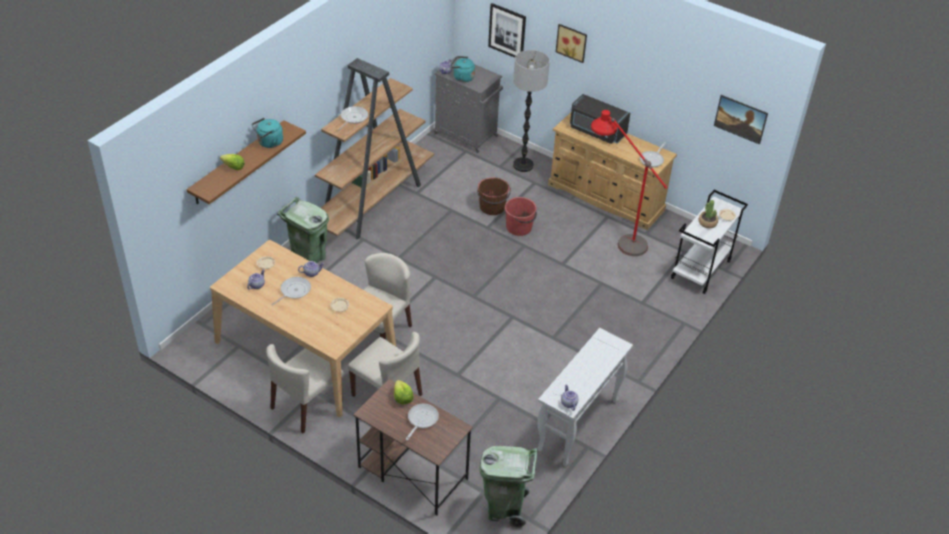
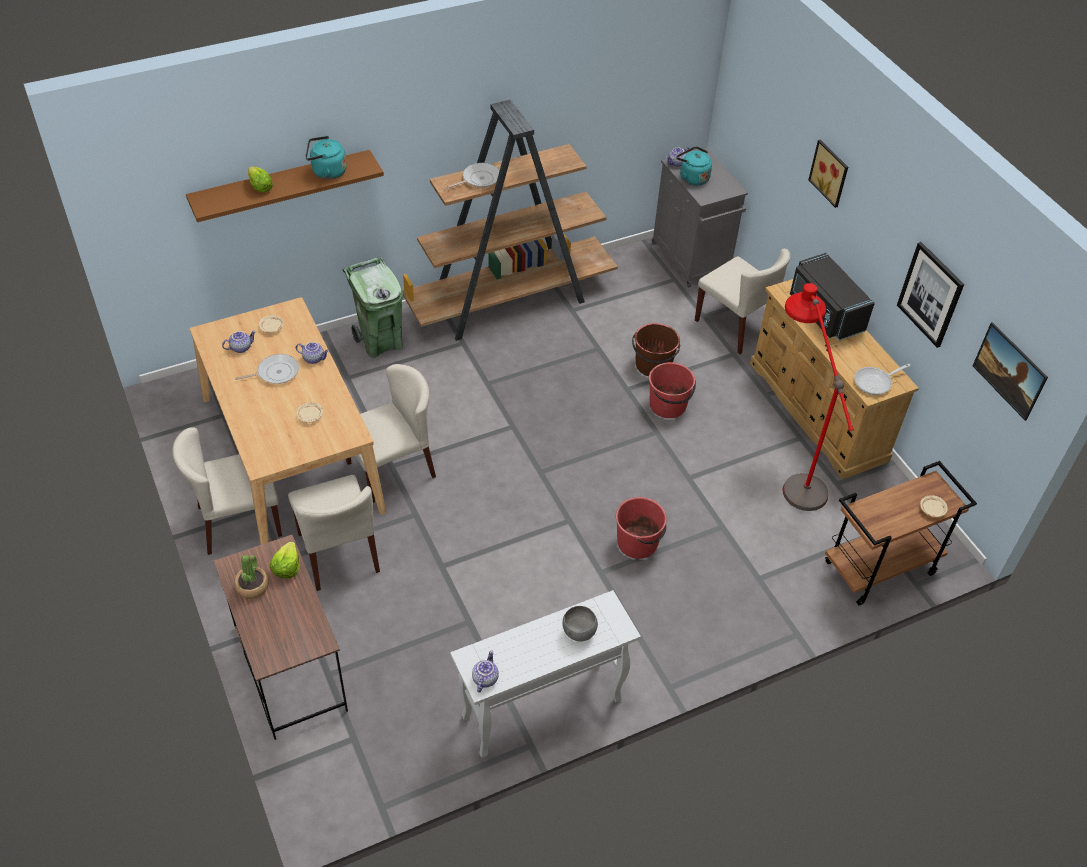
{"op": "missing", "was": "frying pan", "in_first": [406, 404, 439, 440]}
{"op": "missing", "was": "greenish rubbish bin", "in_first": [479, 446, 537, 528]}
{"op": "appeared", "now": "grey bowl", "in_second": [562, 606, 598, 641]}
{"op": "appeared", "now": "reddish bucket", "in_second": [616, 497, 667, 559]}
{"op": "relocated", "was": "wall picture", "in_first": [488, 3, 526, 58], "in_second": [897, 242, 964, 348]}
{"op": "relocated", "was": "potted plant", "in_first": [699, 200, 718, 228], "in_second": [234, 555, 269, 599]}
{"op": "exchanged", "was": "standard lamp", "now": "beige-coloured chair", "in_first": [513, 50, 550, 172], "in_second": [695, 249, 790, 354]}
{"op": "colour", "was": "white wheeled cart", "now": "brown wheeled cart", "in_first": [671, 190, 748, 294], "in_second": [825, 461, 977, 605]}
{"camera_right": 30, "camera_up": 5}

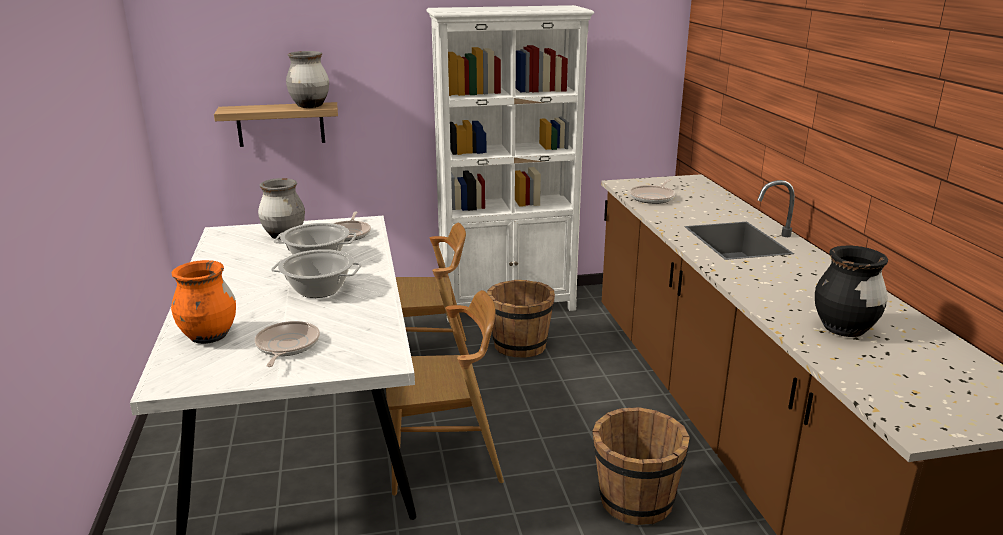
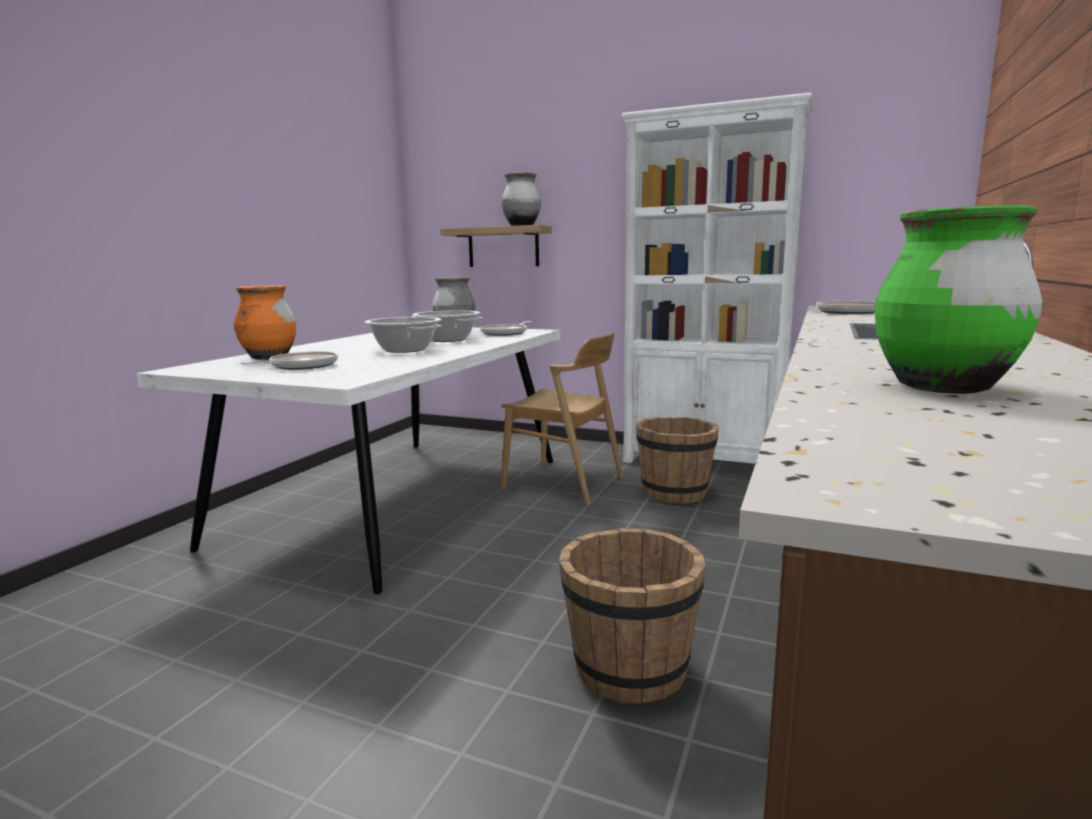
{"op": "missing", "was": "brown chair", "in_first": [386, 290, 504, 496]}
{"op": "colour", "was": "black vase", "now": "greenish vase", "in_first": [815, 246, 888, 337], "in_second": [875, 205, 1042, 394]}
{"camera_right": 35, "camera_up": -10}

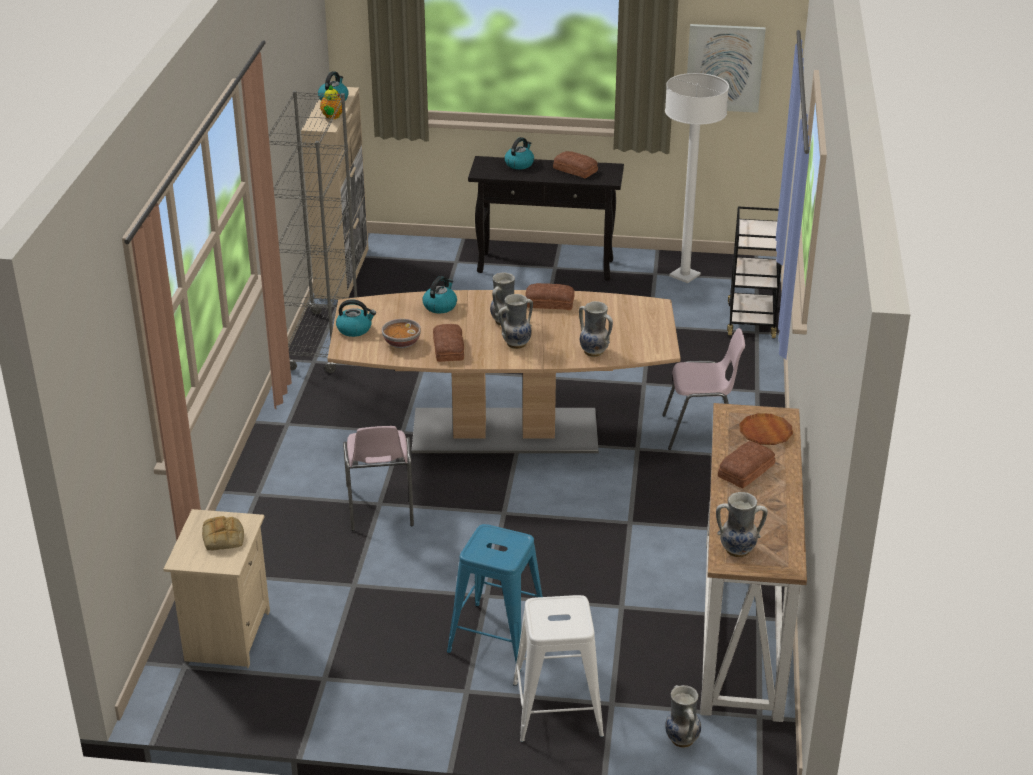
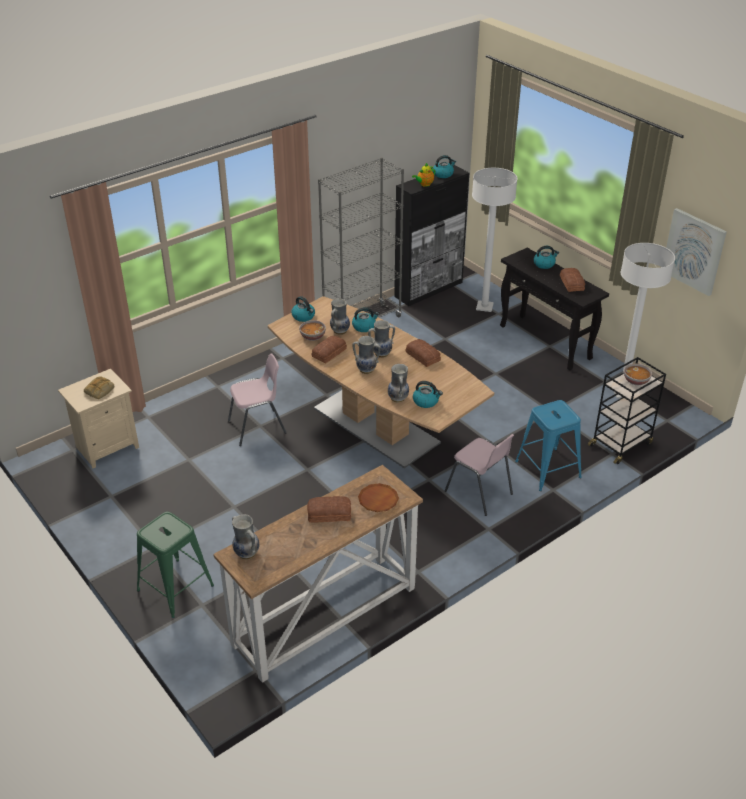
{"op": "appeared", "now": "water kettle", "in_second": [413, 381, 443, 408]}
{"op": "appeared", "now": "white standard lamp", "in_second": [472, 168, 518, 312]}
{"op": "appeared", "now": "bowl", "in_second": [624, 364, 652, 385]}
{"op": "relocated", "was": "bluish stool", "in_first": [447, 524, 543, 672], "in_second": [515, 400, 582, 491]}
{"op": "relocated", "was": "vase", "in_first": [665, 685, 701, 748], "in_second": [330, 298, 350, 335]}
{"op": "colour", "was": "beige-coloured storage cabinet", "now": "black storage cabinet", "in_first": [301, 87, 368, 299], "in_second": [394, 165, 469, 306]}
{"op": "colour", "was": "white stool", "now": "greenish stool", "in_first": [513, 595, 604, 742], "in_second": [137, 512, 214, 618]}
{"op": "spun", "was": "pinkish chair", "in_first": [343, 426, 414, 531], "in_second": [228, 353, 287, 446], "clockwise": -150}
{"camera_right": 45, "camera_up": 5}

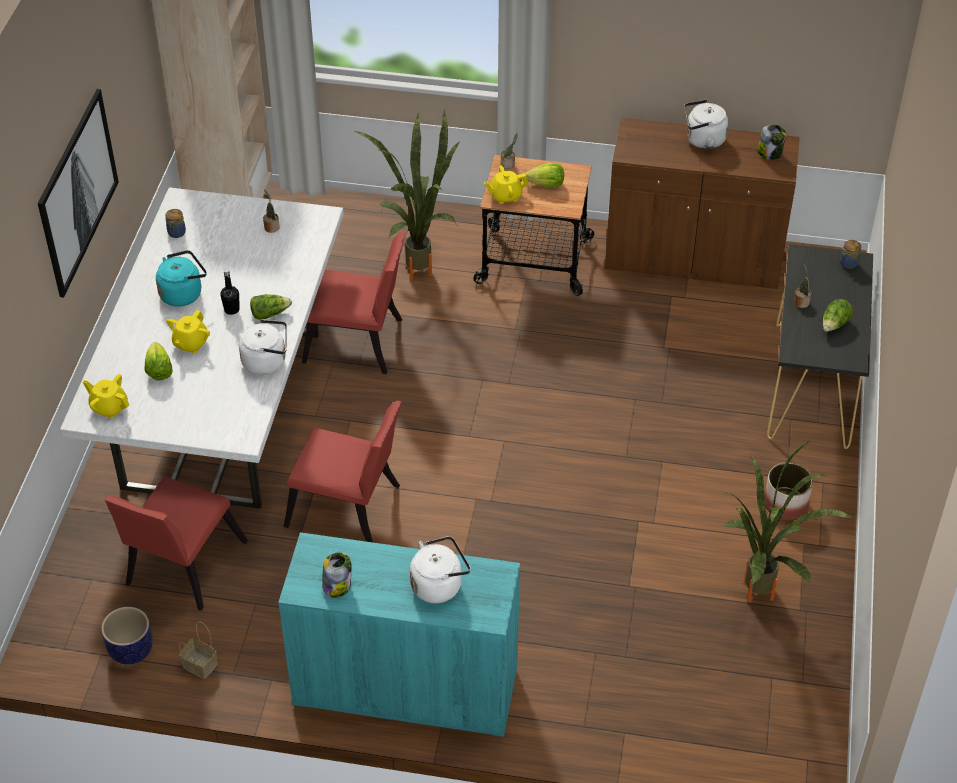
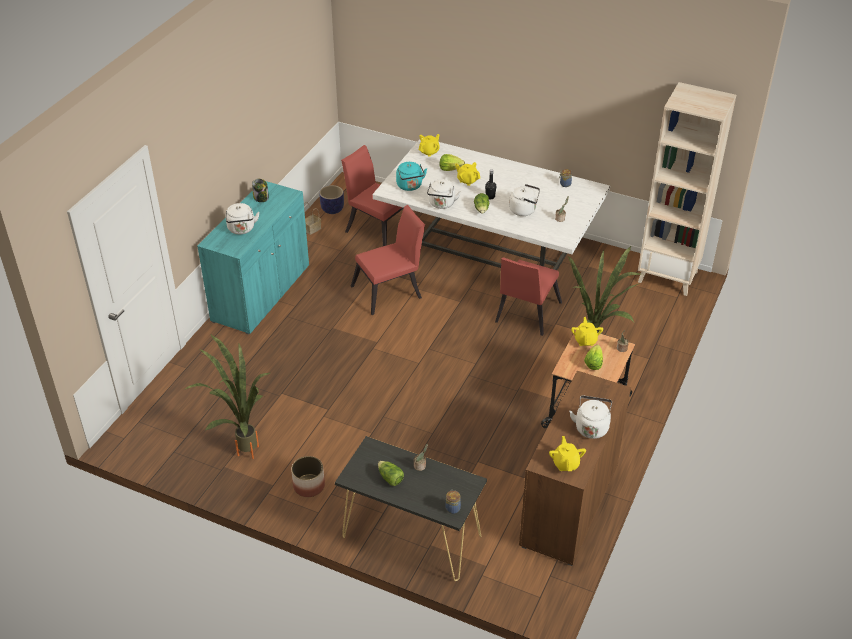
{"op": "missing", "was": "wall picture", "in_first": [38, 89, 119, 298]}
{"op": "appeared", "now": "white water kettle", "in_second": [509, 184, 540, 216]}
{"op": "relocated", "was": "blue-green water kettle", "in_first": [156, 250, 207, 307], "in_second": [396, 162, 427, 191]}
{"op": "exchanged", "was": "jar", "now": "yellow-coloured teapot", "in_first": [757, 124, 786, 160], "in_second": [549, 436, 586, 471]}
{"op": "spun", "was": "reddish chair", "in_first": [284, 401, 402, 542], "in_second": [350, 205, 425, 315], "clockwise": -150}
{"camera_right": 105, "camera_up": -5}

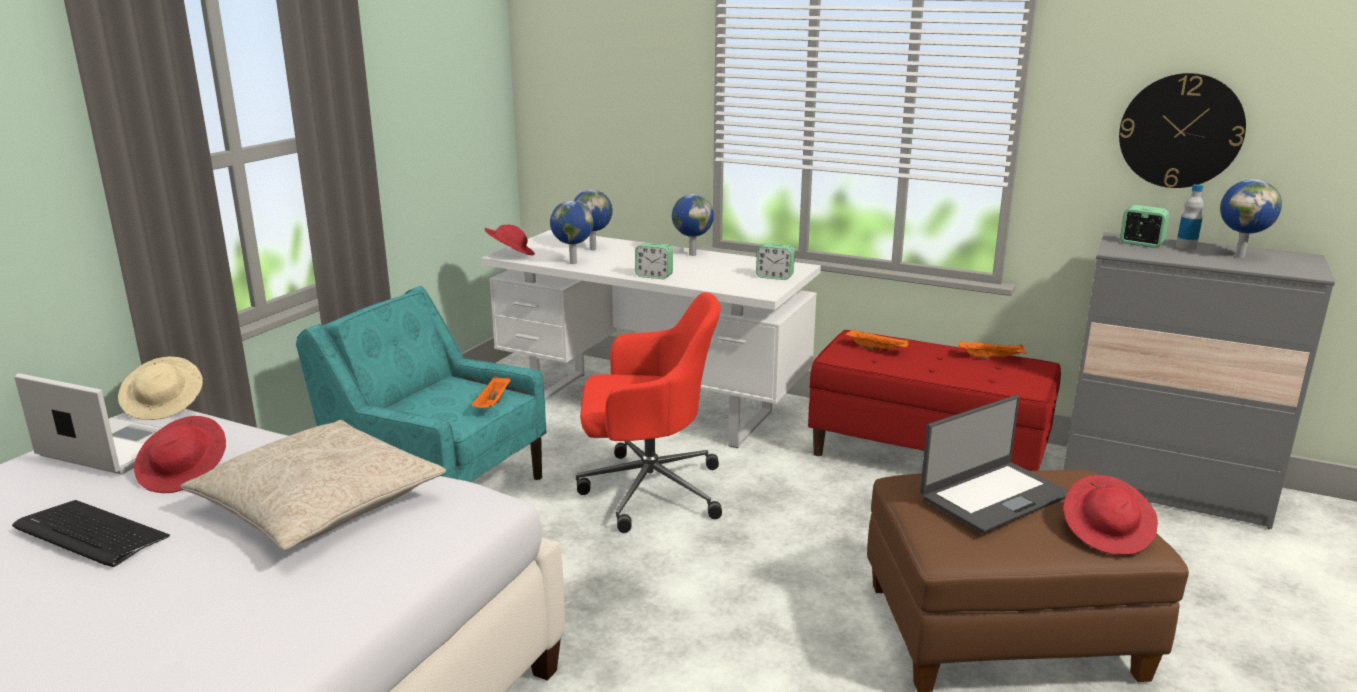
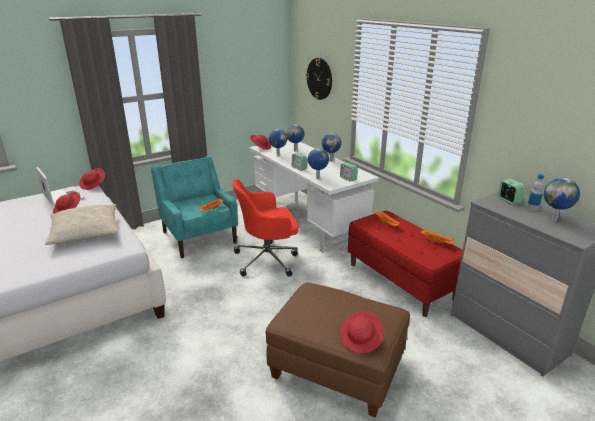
{"op": "missing", "was": "keyboard", "in_first": [12, 500, 170, 567]}
{"op": "missing", "was": "portable computer", "in_first": [920, 395, 1069, 533]}
{"op": "appeared", "now": "world globe", "in_second": [308, 148, 329, 179]}
{"op": "relocated", "was": "wall clock", "in_first": [1119, 73, 1246, 188], "in_second": [306, 58, 332, 100]}
{"op": "colour", "was": "beige-coloured hat", "now": "reddish hat", "in_first": [118, 356, 203, 420], "in_second": [79, 168, 105, 190]}
{"op": "spun", "was": "reddish desk chair", "in_first": [576, 292, 722, 533], "in_second": [233, 179, 299, 276], "clockwise": 135}
{"camera_right": 30, "camera_up": 5}

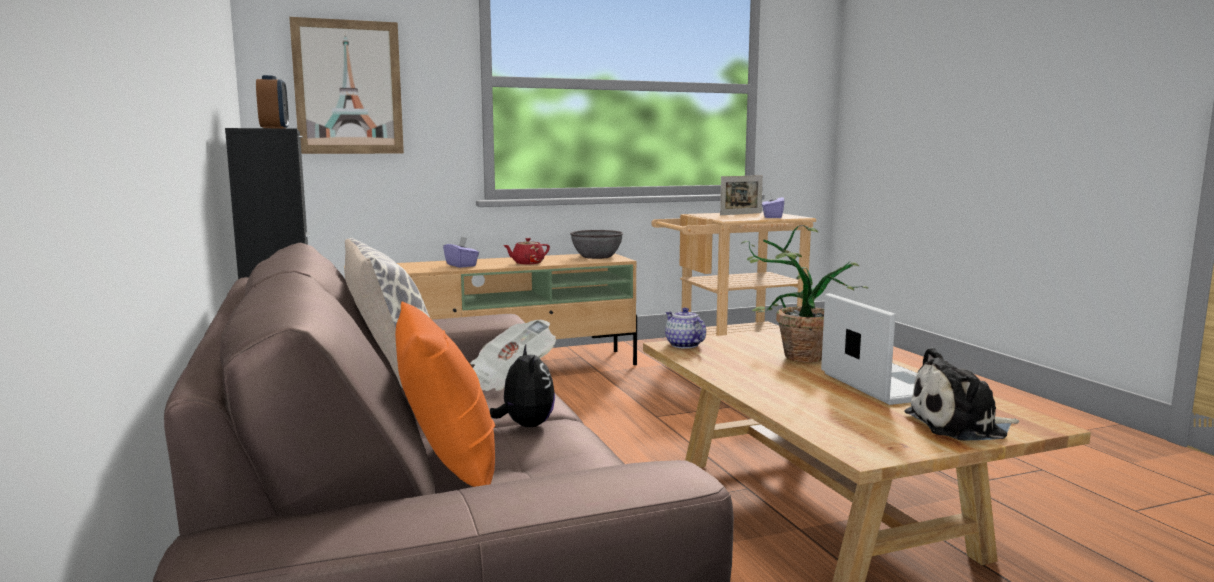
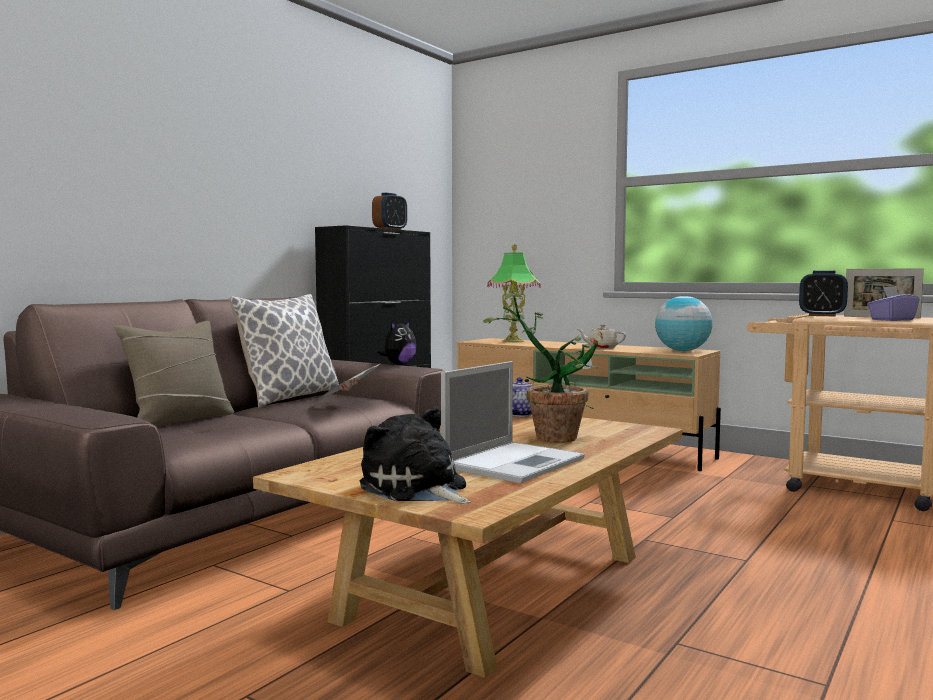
{"op": "missing", "was": "wall picture", "in_first": [289, 17, 404, 154]}
{"op": "missing", "was": "purple tissue box", "in_first": [443, 236, 479, 268]}
{"op": "appeared", "now": "lamp for a table", "in_second": [487, 245, 541, 342]}
{"op": "appeared", "now": "table clock", "in_second": [799, 270, 848, 316]}
{"op": "relocated", "was": "cuddly toy", "in_first": [490, 345, 555, 427], "in_second": [378, 320, 417, 365]}
{"op": "exchanged", "was": "grey bowl", "now": "world globe", "in_first": [570, 230, 623, 259], "in_second": [655, 296, 713, 351]}
{"op": "colour", "was": "orange-coloured cushion", "now": "beige-coloured cushion", "in_first": [395, 301, 495, 487], "in_second": [114, 321, 234, 427]}
{"op": "colour", "was": "reddish teapot", "now": "beige-coloured teapot", "in_first": [503, 238, 550, 264], "in_second": [578, 324, 626, 349]}
{"camera_right": 55, "camera_up": -5}

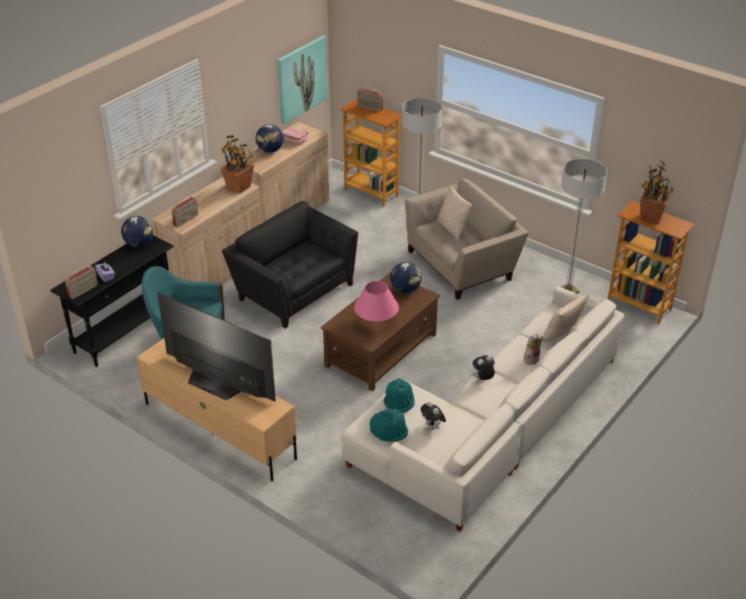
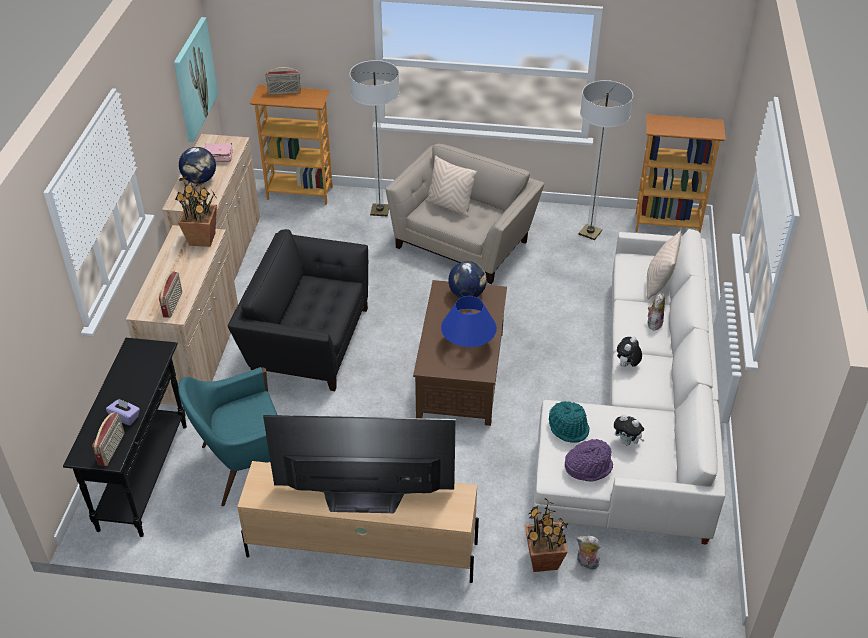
{"op": "missing", "was": "world globe", "in_first": [121, 216, 153, 247]}
{"op": "appeared", "now": "cuddly toy", "in_second": [576, 536, 601, 570]}
{"op": "relocated", "was": "potted plant", "in_first": [640, 160, 673, 224], "in_second": [525, 498, 568, 572]}
{"op": "colour", "was": "pinkish lamp for a table", "now": "bluish lamp for a table", "in_first": [354, 281, 399, 322], "in_second": [441, 296, 497, 347]}
{"op": "colour", "was": "blue-green hat", "now": "purple hat", "in_first": [370, 409, 408, 442], "in_second": [565, 439, 613, 482]}
{"camera_right": -30, "camera_up": 5}

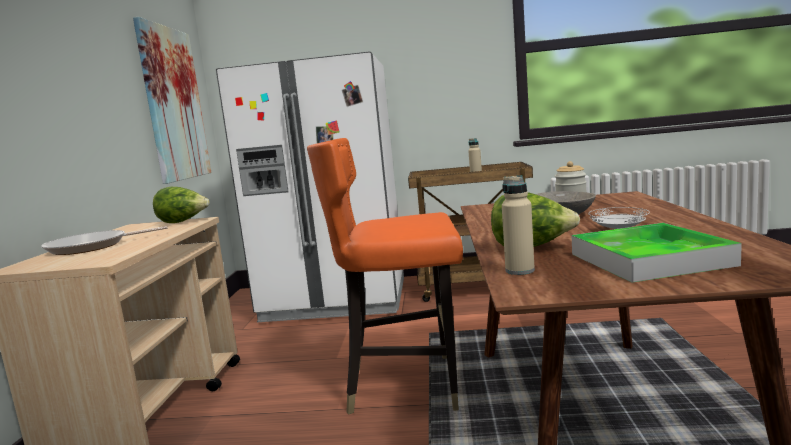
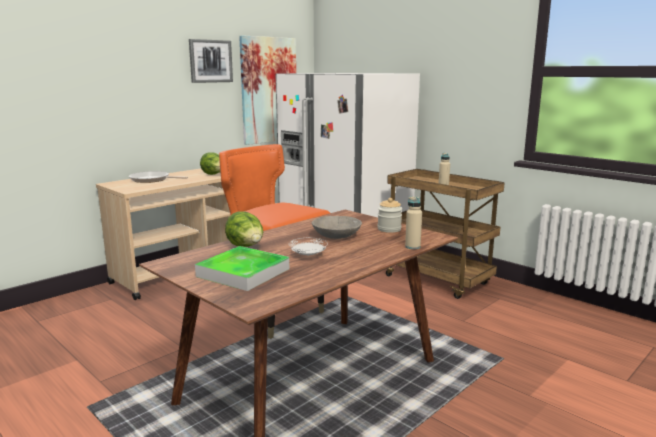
{"op": "appeared", "now": "wall picture", "in_second": [189, 39, 233, 83]}
{"op": "relocated", "was": "beige-coloured drink bottle", "in_first": [502, 175, 535, 275], "in_second": [405, 196, 422, 249]}
{"camera_right": 40, "camera_up": 5}

